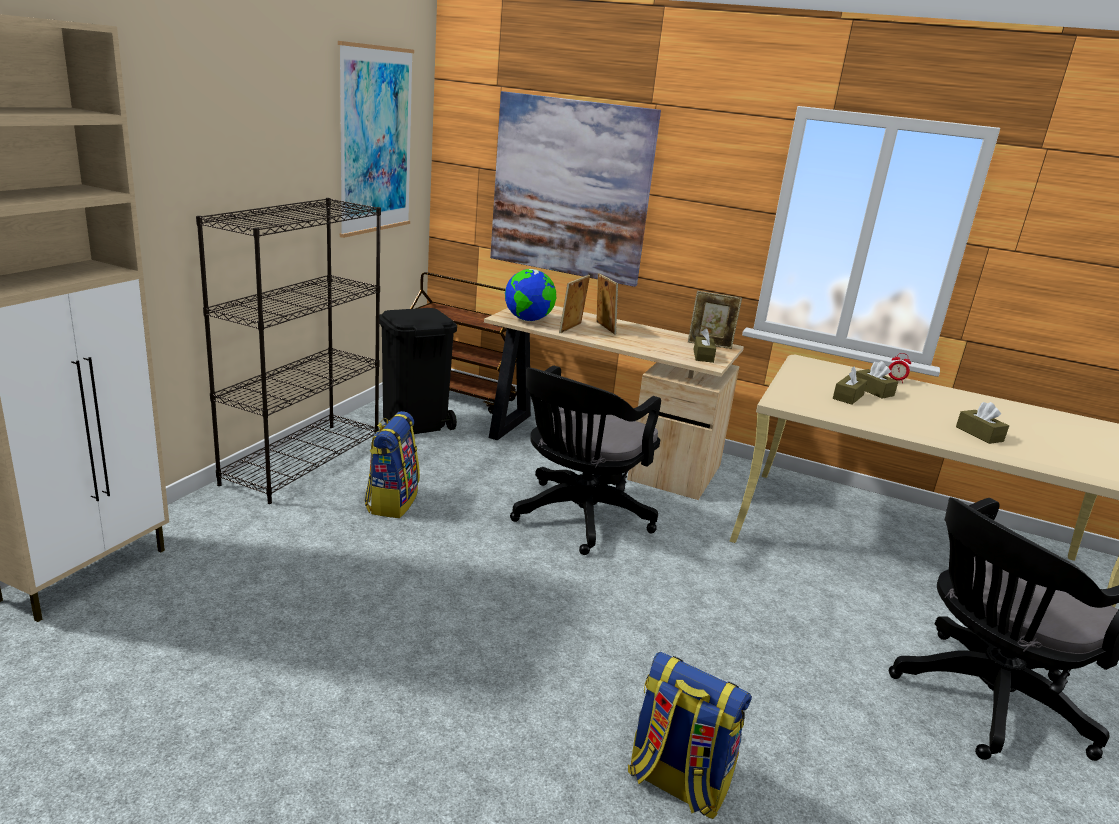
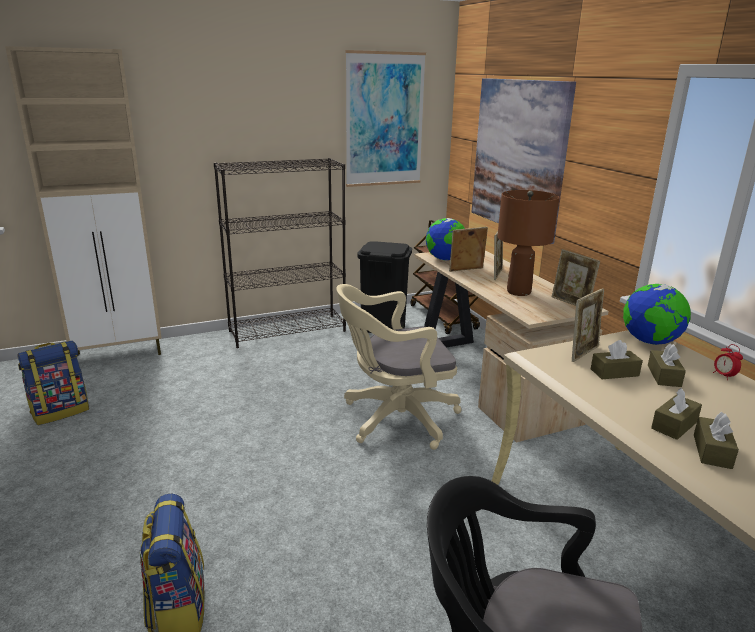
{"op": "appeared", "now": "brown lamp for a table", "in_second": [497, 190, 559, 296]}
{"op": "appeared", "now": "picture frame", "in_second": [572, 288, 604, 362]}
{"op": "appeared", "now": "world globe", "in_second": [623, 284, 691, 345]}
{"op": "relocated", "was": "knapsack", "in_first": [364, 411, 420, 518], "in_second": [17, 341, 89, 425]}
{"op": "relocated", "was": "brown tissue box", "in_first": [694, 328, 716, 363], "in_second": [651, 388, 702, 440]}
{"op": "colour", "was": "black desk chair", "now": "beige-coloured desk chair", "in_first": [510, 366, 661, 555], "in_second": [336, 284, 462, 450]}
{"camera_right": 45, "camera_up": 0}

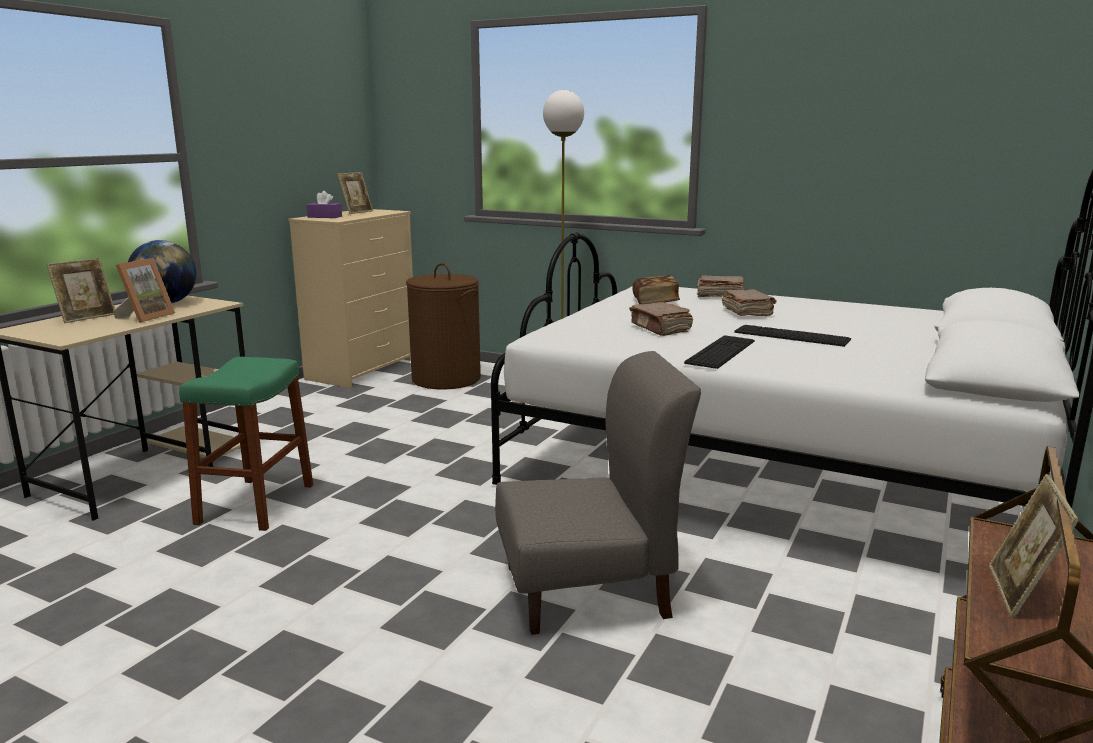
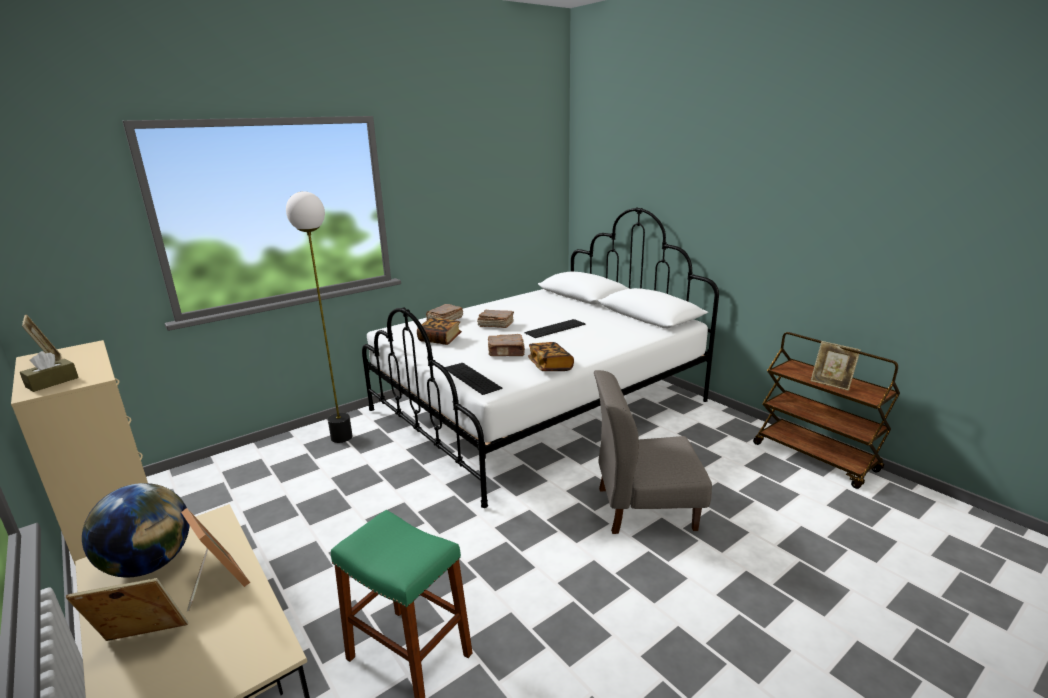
{"op": "missing", "was": "brown hamper", "in_first": [406, 263, 481, 389]}
{"op": "appeared", "now": "volume", "in_second": [528, 342, 574, 371]}
{"op": "relocated", "was": "keyboard", "in_first": [684, 335, 755, 369], "in_second": [445, 363, 502, 395]}
{"op": "colour", "was": "purple tissue box", "now": "brown tissue box", "in_first": [307, 191, 342, 218], "in_second": [20, 351, 79, 392]}
{"op": "spun", "was": "picture frame", "in_first": [46, 258, 115, 323], "in_second": [66, 578, 188, 641], "clockwise": -75}
{"op": "spun", "was": "grey chair", "in_first": [495, 351, 701, 635], "in_second": [594, 370, 712, 534], "clockwise": -105}
{"camera_right": -65, "camera_up": 5}

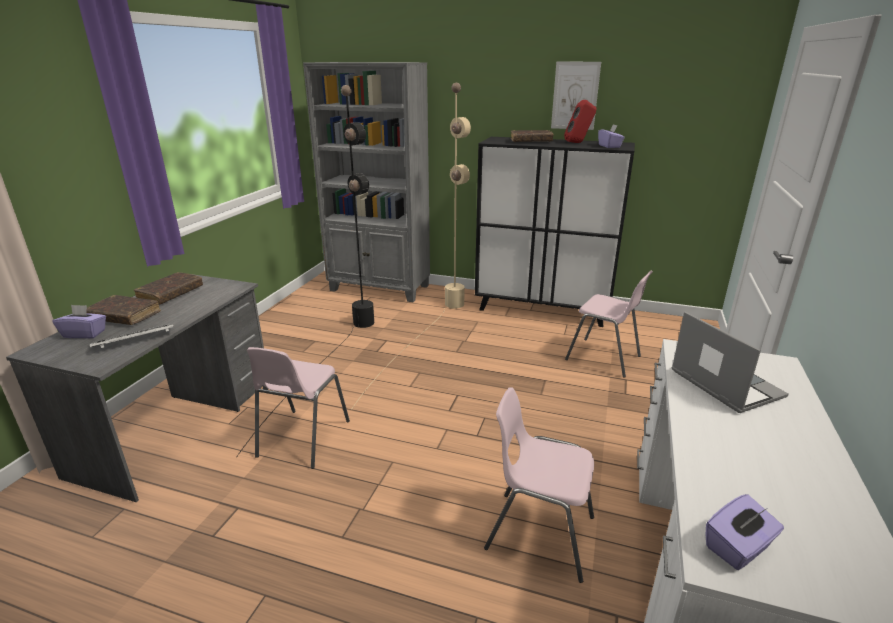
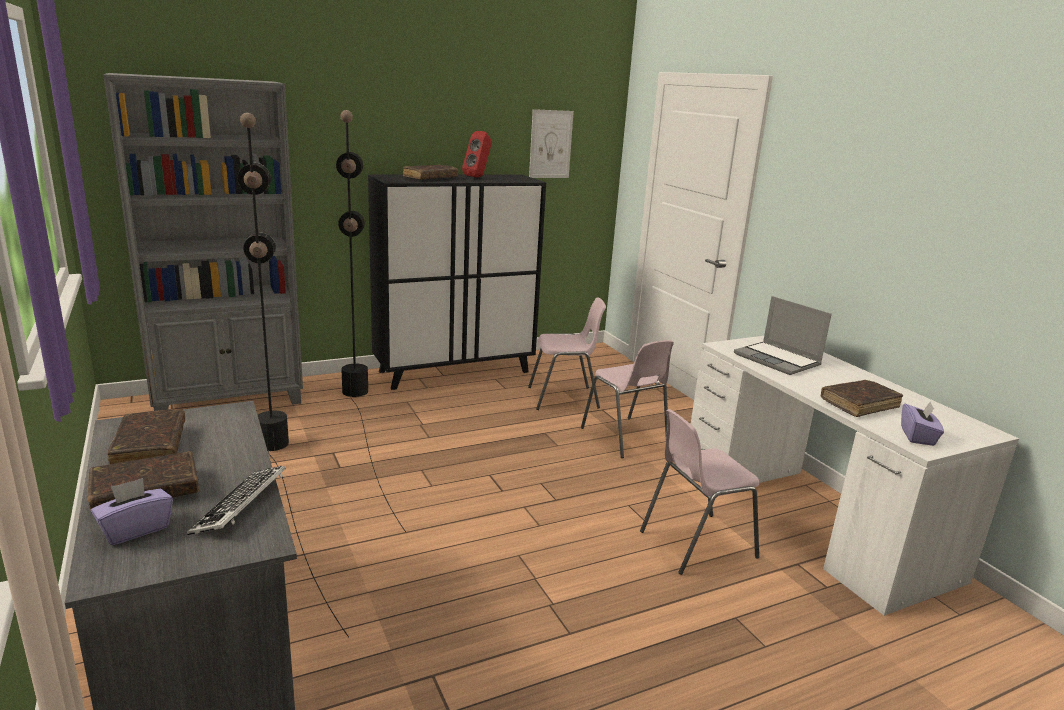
{"op": "missing", "was": "purple tissue box", "in_first": [598, 124, 625, 148]}
{"op": "appeared", "now": "brown volume", "in_second": [821, 380, 903, 417]}
{"op": "relocated", "was": "pinkish chair", "in_first": [247, 347, 350, 469], "in_second": [581, 340, 674, 458]}
{"op": "relocated", "was": "wall picture", "in_first": [551, 62, 601, 130], "in_second": [529, 109, 574, 178]}
{"op": "colour", "was": "beige-coloured standard lamp", "now": "black standard lamp", "in_first": [351, 83, 471, 410], "in_second": [336, 110, 406, 532]}
{"op": "spun", "was": "portable computer", "in_first": [671, 312, 789, 413], "in_second": [734, 296, 832, 375], "clockwise": -150}
{"camera_right": -45, "camera_up": -5}

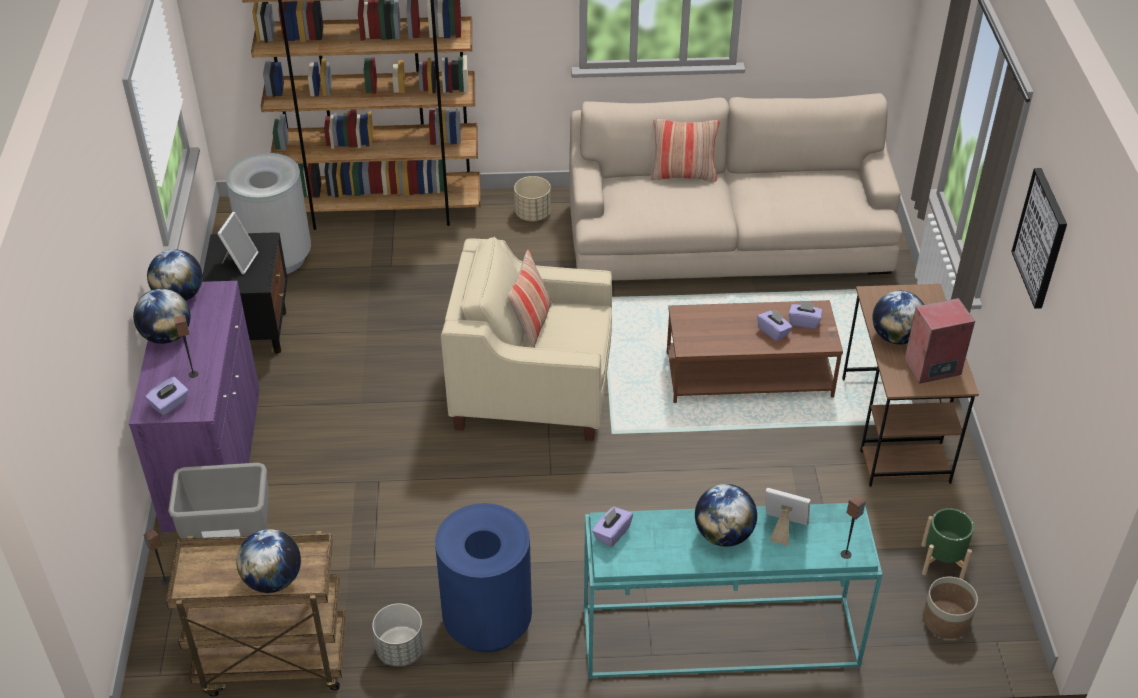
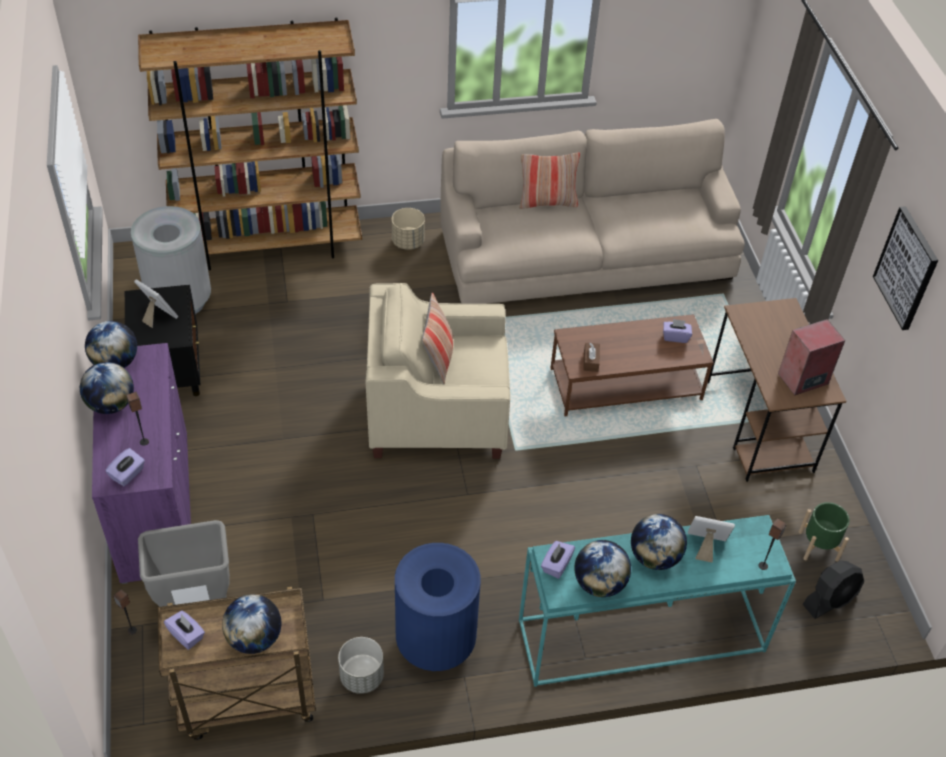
{"op": "appeared", "now": "brown tissue box", "in_second": [583, 343, 600, 372]}
{"op": "relocated", "was": "purple tissue box", "in_first": [757, 309, 793, 342], "in_second": [164, 610, 205, 650]}
{"op": "relocated", "was": "world globe", "in_first": [872, 291, 924, 344], "in_second": [574, 540, 631, 597]}
{"op": "exchanged", "was": "flower pot", "now": "black fan", "in_first": [923, 577, 978, 639], "in_second": [802, 560, 864, 619]}
{"op": "spun", "was": "picture frame", "in_first": [217, 212, 259, 274], "in_second": [134, 279, 178, 328], "clockwise": -60}
{"camera_right": -10, "camera_up": 5}

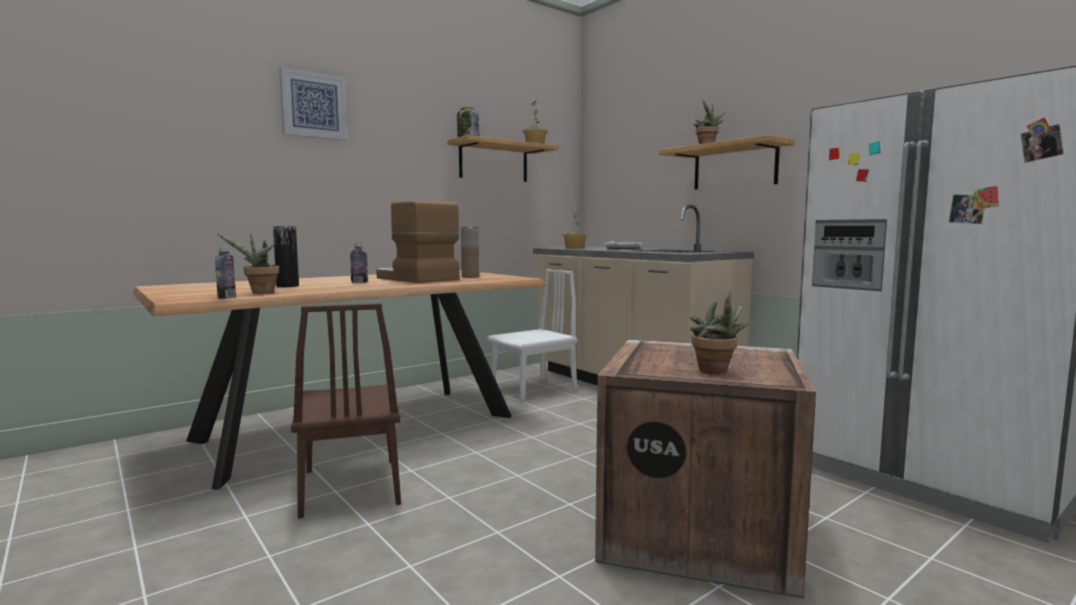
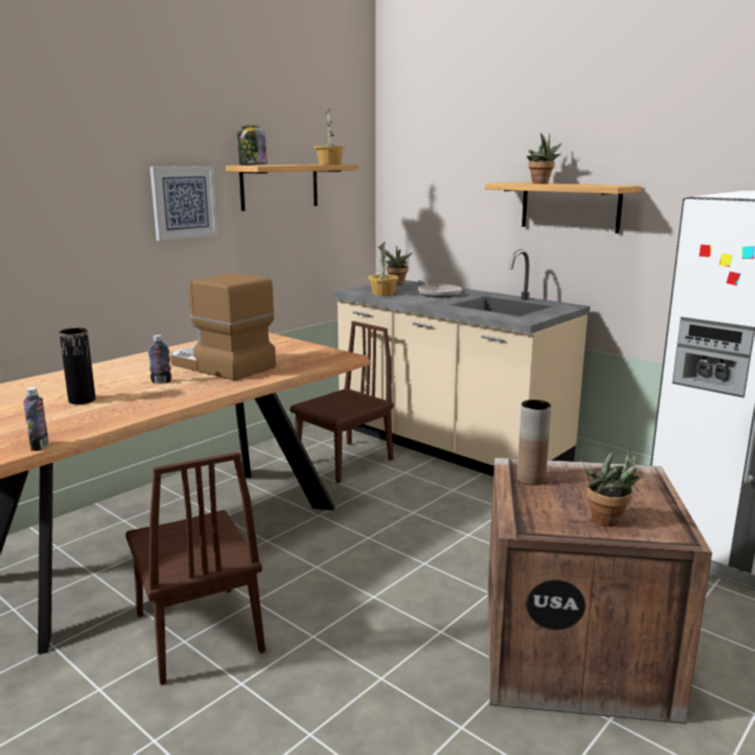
{"op": "relocated", "was": "potted plant", "in_first": [217, 233, 279, 294], "in_second": [378, 245, 413, 285]}
{"op": "relocated", "was": "wall picture", "in_first": [280, 67, 348, 141], "in_second": [150, 166, 218, 241]}
{"op": "relocated", "was": "brown vase", "in_first": [461, 227, 479, 278], "in_second": [517, 400, 551, 485]}
{"op": "colour", "was": "white chair", "now": "brown chair", "in_first": [487, 269, 577, 402], "in_second": [290, 321, 394, 483]}
{"camera_right": -10, "camera_up": 10}

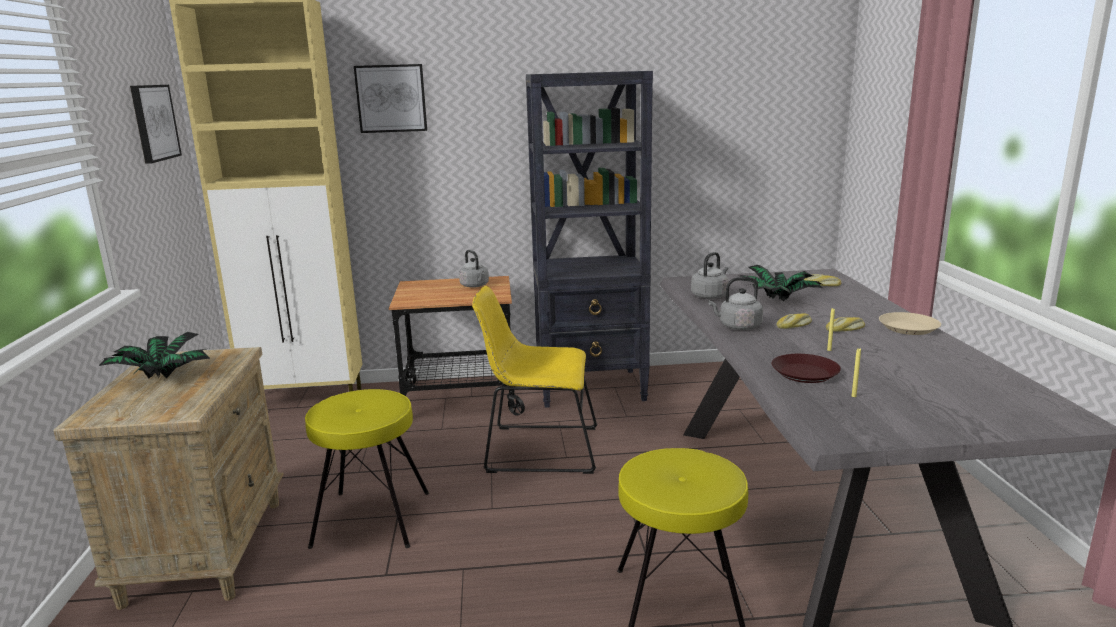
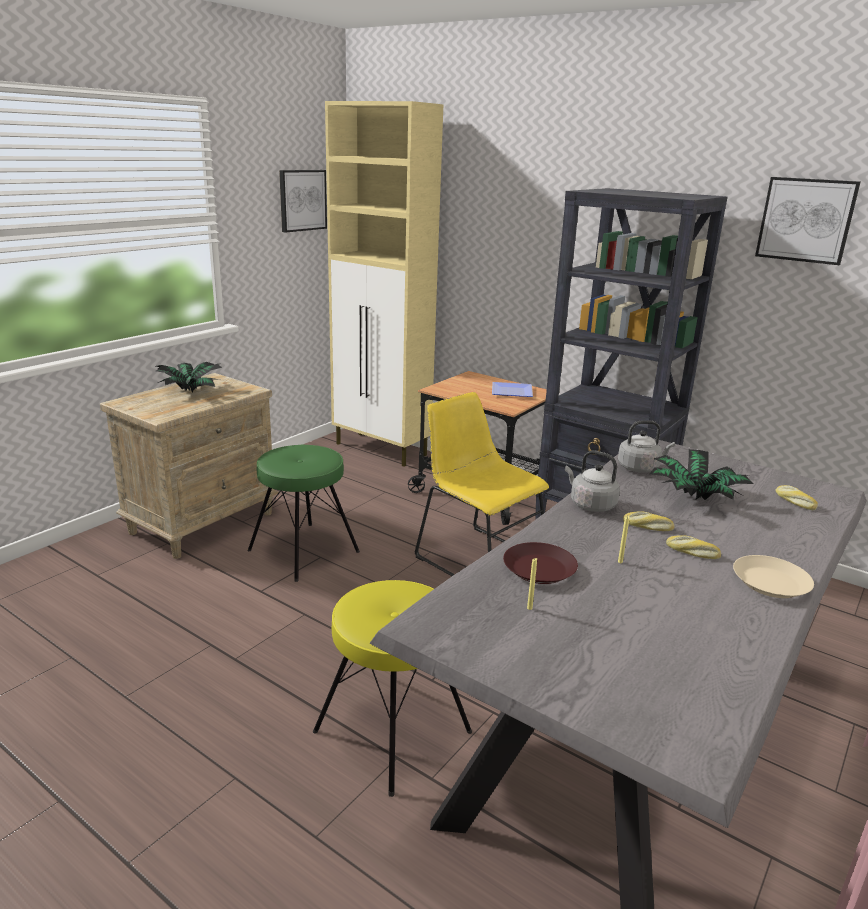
{"op": "relocated", "was": "wall picture", "in_first": [354, 64, 427, 133], "in_second": [755, 177, 860, 265]}
{"op": "exchanged", "was": "grey water kettle", "now": "dinner plate", "in_first": [459, 250, 489, 288], "in_second": [492, 382, 533, 397]}
{"op": "colour", "was": "yellow-coloured stool", "now": "greenish stool", "in_first": [305, 389, 429, 549], "in_second": [248, 444, 360, 582]}
{"camera_right": 40, "camera_up": 5}

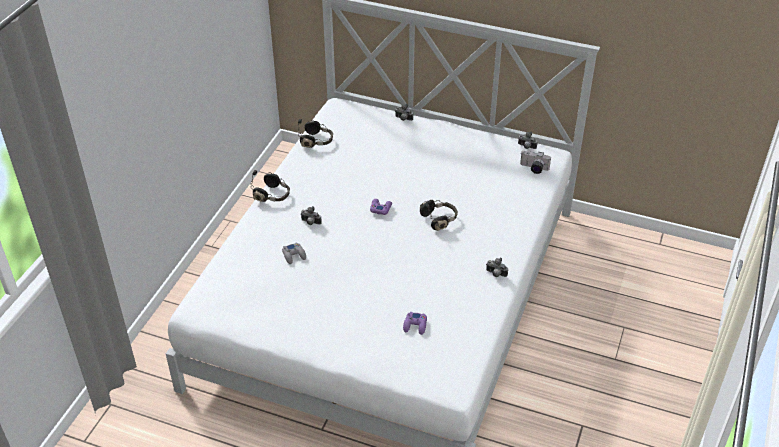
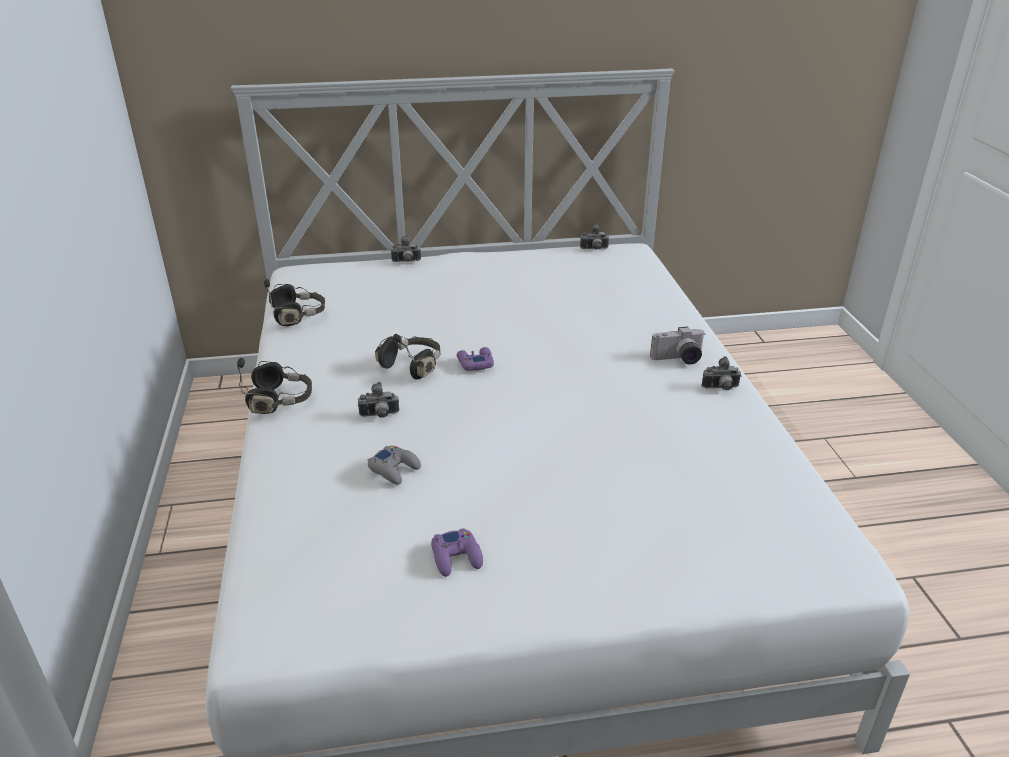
{"op": "relocated", "was": "purple game controller", "in_first": [403, 312, 427, 335], "in_second": [431, 528, 483, 577]}
{"op": "relocated", "was": "black headphones", "in_first": [420, 200, 458, 231], "in_second": [375, 334, 440, 379]}
{"op": "relocated", "was": "still camera", "in_first": [520, 151, 551, 174], "in_second": [650, 326, 706, 365]}
{"camera_right": -30, "camera_up": -10}

